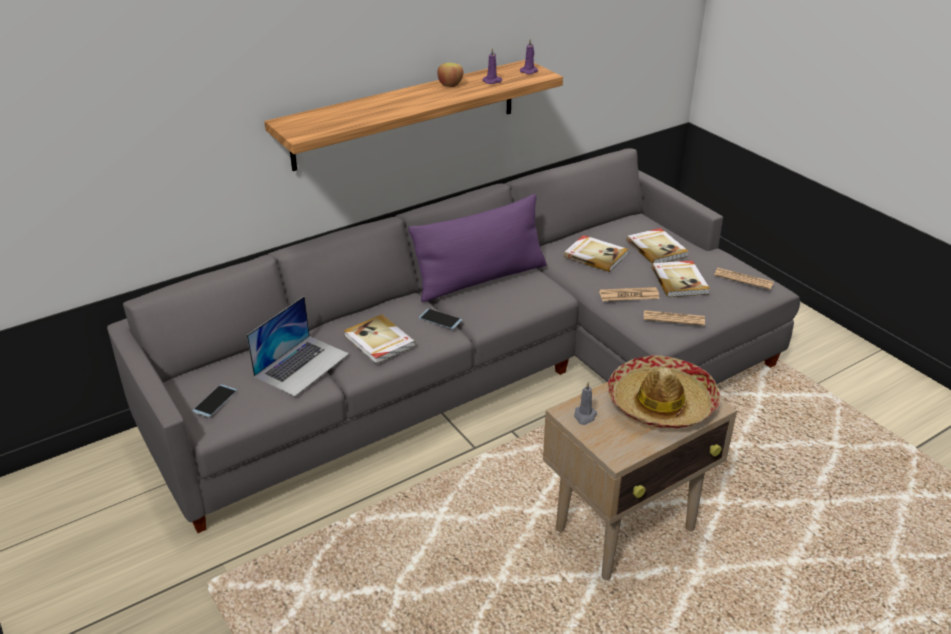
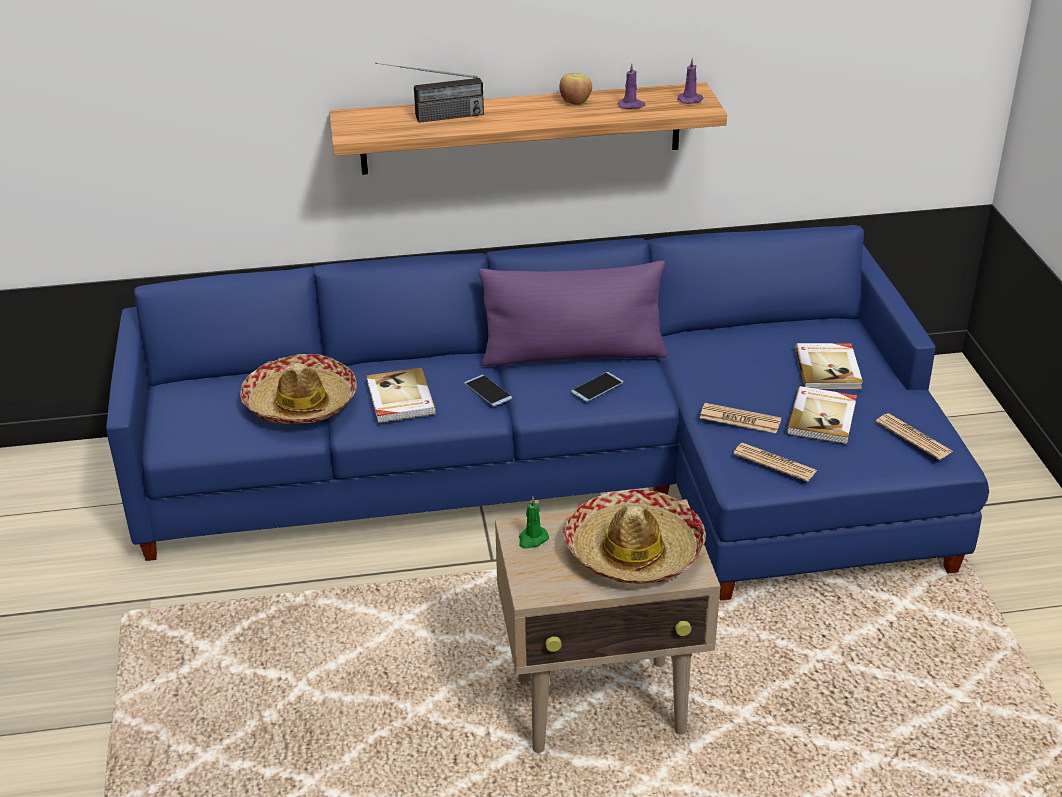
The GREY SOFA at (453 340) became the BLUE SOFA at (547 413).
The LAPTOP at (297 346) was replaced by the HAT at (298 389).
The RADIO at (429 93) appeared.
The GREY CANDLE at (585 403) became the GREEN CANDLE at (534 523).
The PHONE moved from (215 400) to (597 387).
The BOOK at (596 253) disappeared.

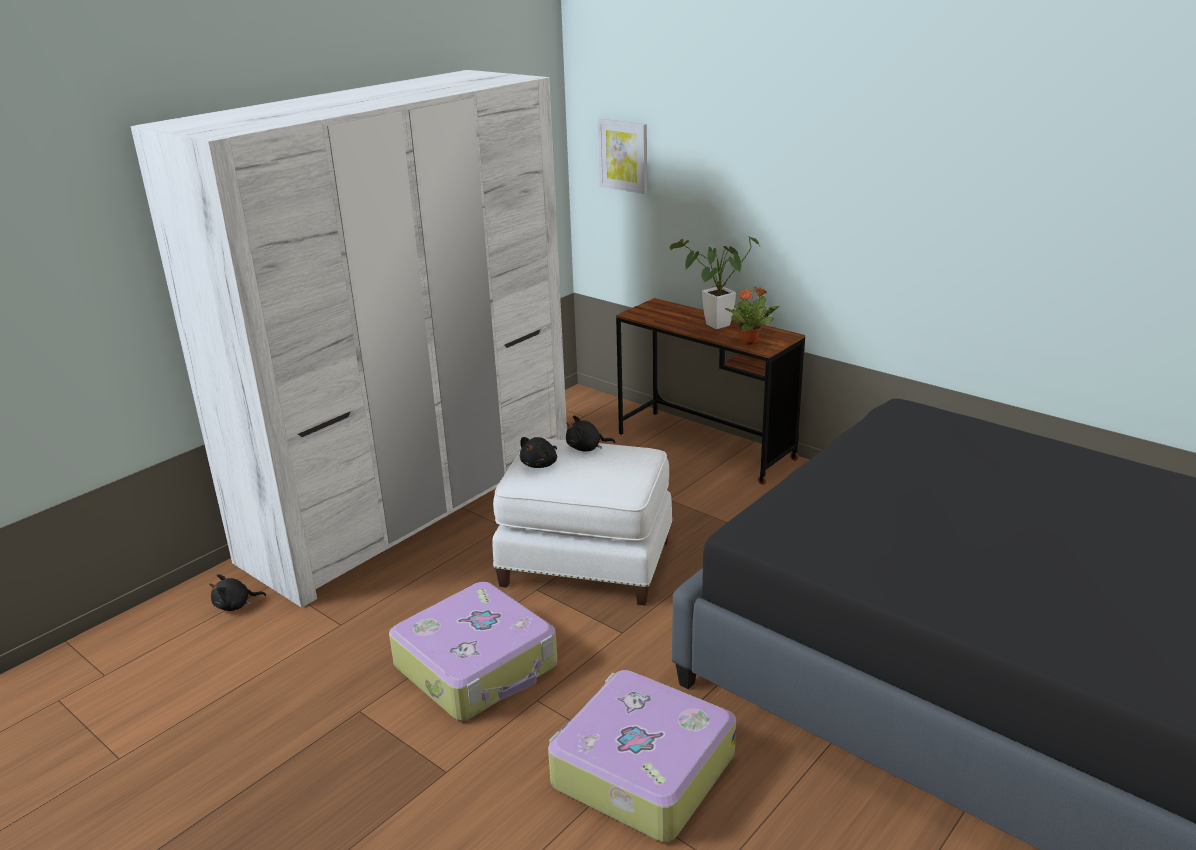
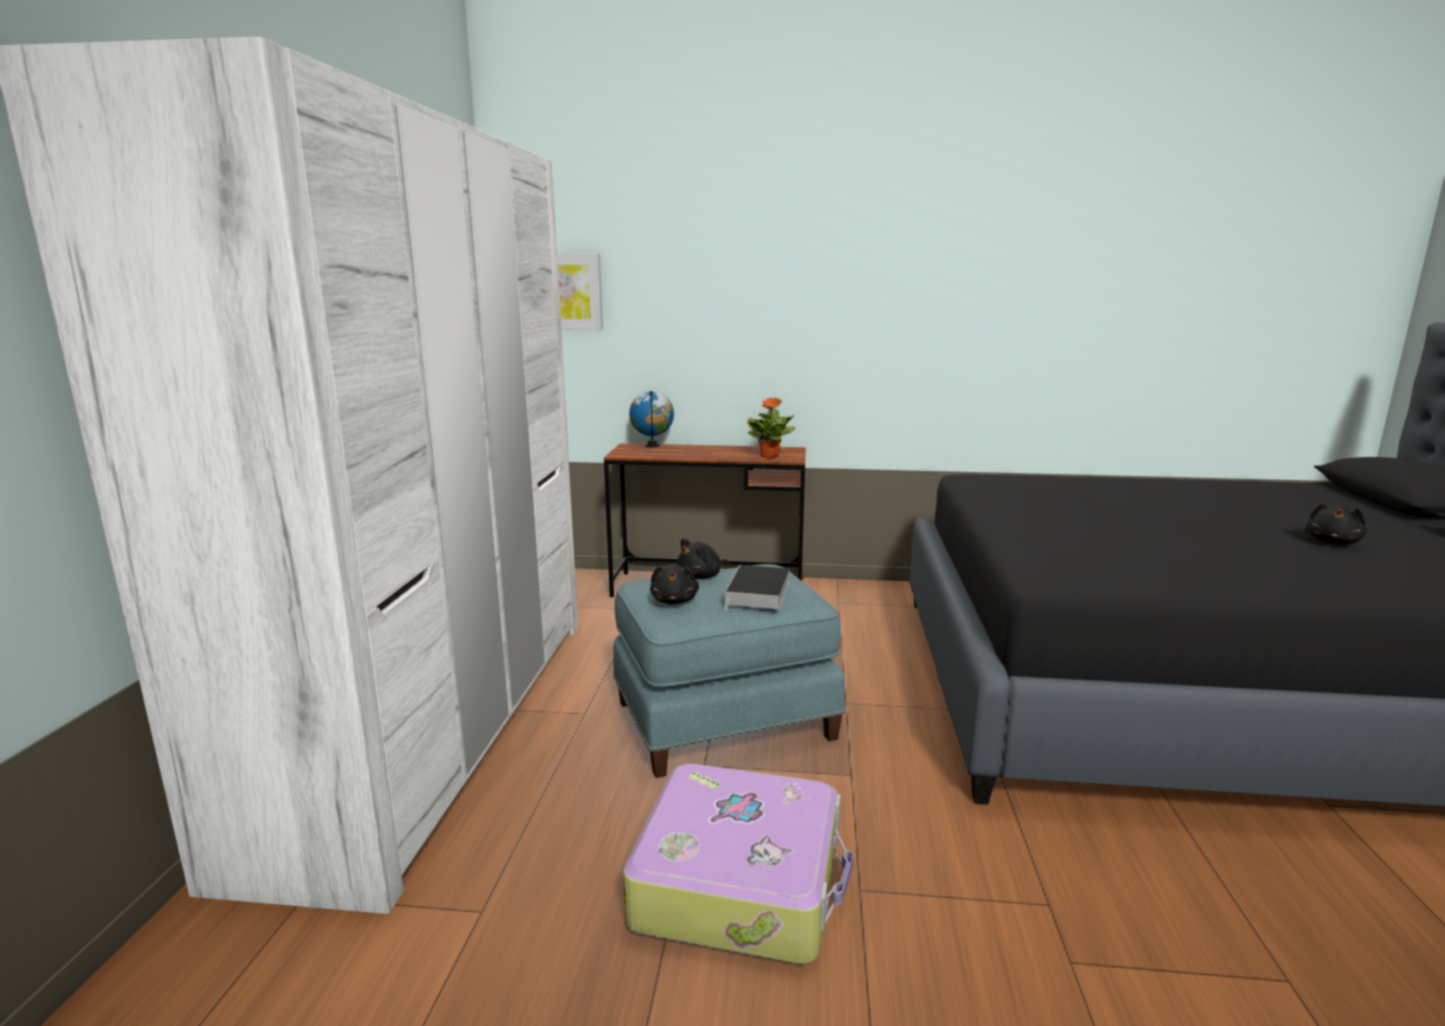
The WHITE OTTOMAN at (582 522) became the BLUE OTTOMAN at (729 671).
The GLOBE at (651 419) appeared.
The BOOK at (757 587) appeared.
The BLACK PLUSH TOY moved from (237 592) to (1336 523).
The SUITCASE at (642 756) disappeared.
The POTTED PLANT at (714 282) disappeared.

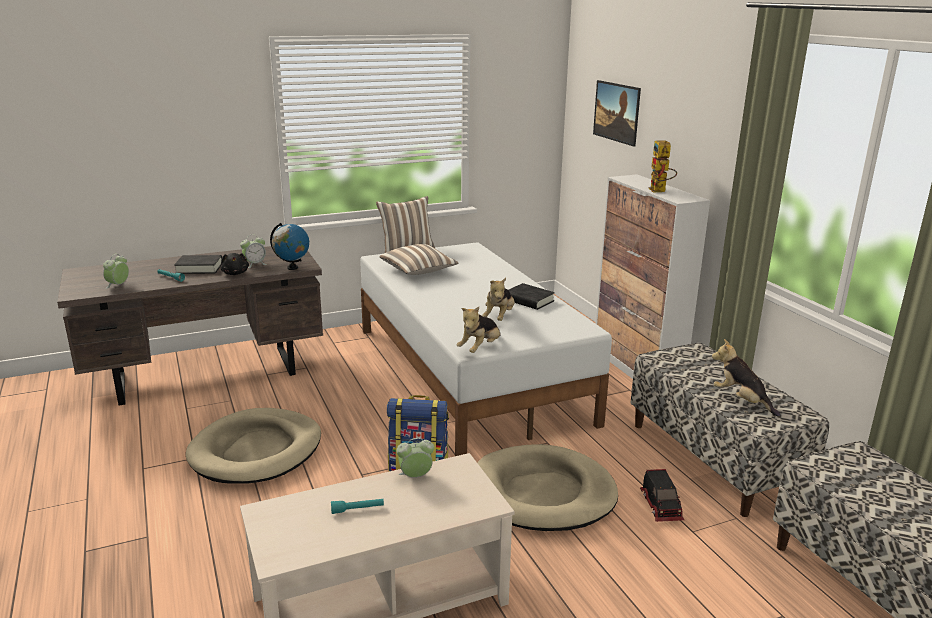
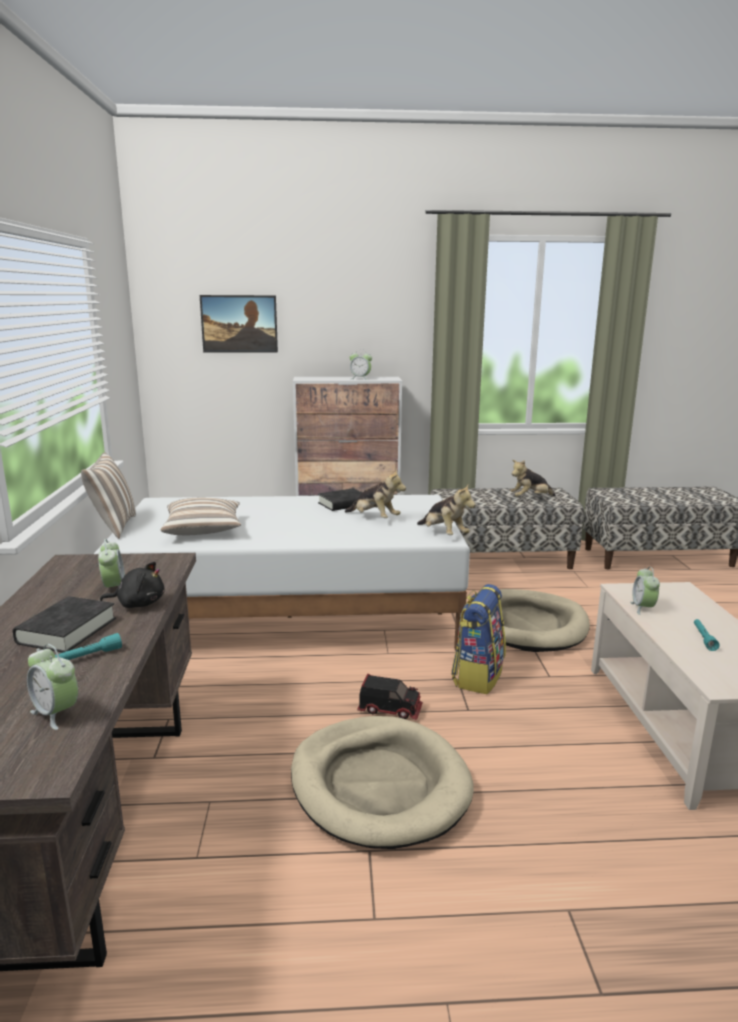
The TOY ROBOT at (663 167) was replaced by the ALARM CLOCK at (360 364).
The TOY TRUCK moved from (662 495) to (390 697).
The GLOBE at (289 246) disappeared.

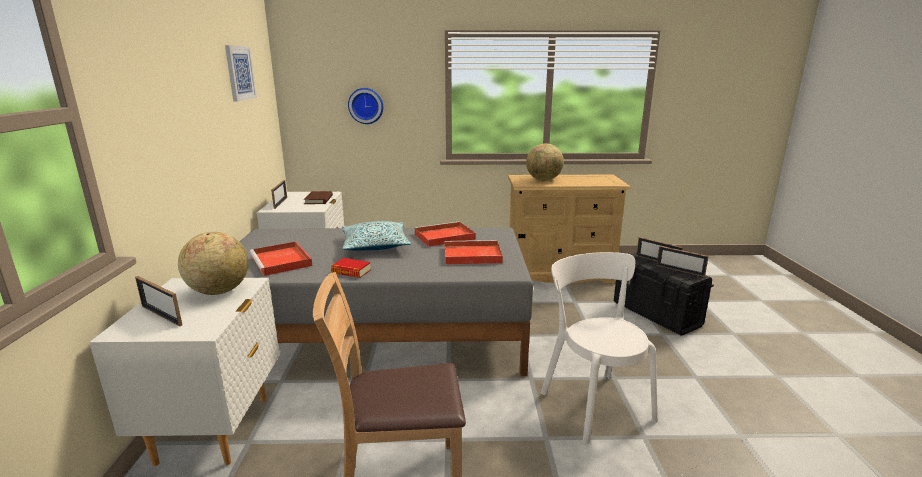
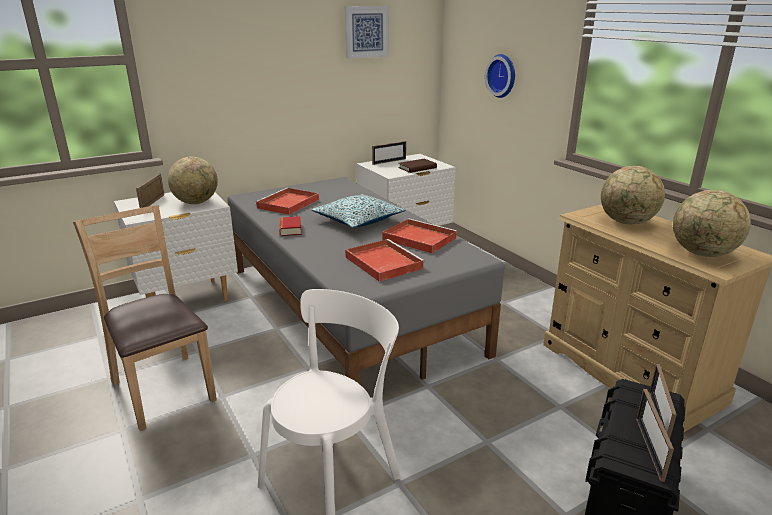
The GLOBE at (712 223) appeared.

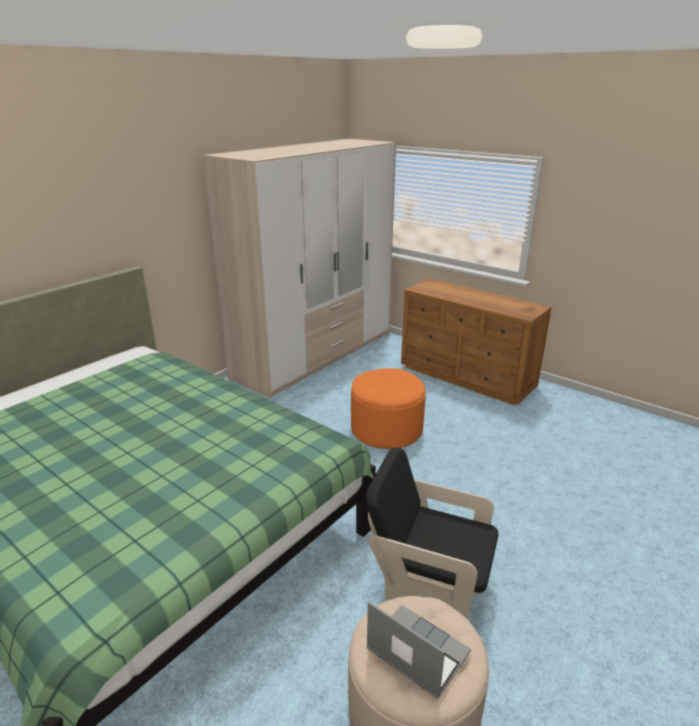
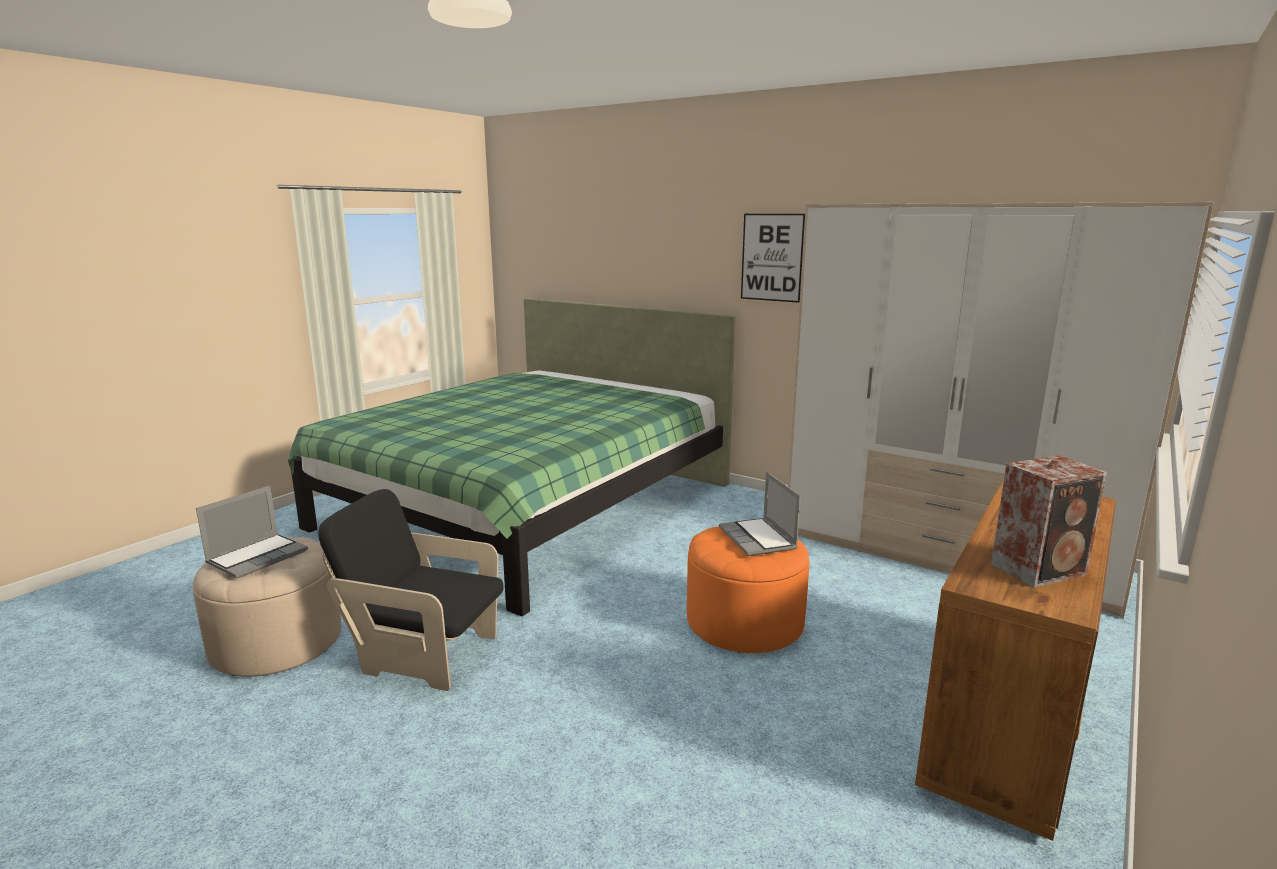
The BLACK ARMCHAIR at (432 533) turned 90 degrees counterclockwise.
The LAPTOP at (760 514) appeared.
The PICTURE at (773 258) appeared.
The SPEAKER at (1049 521) appeared.

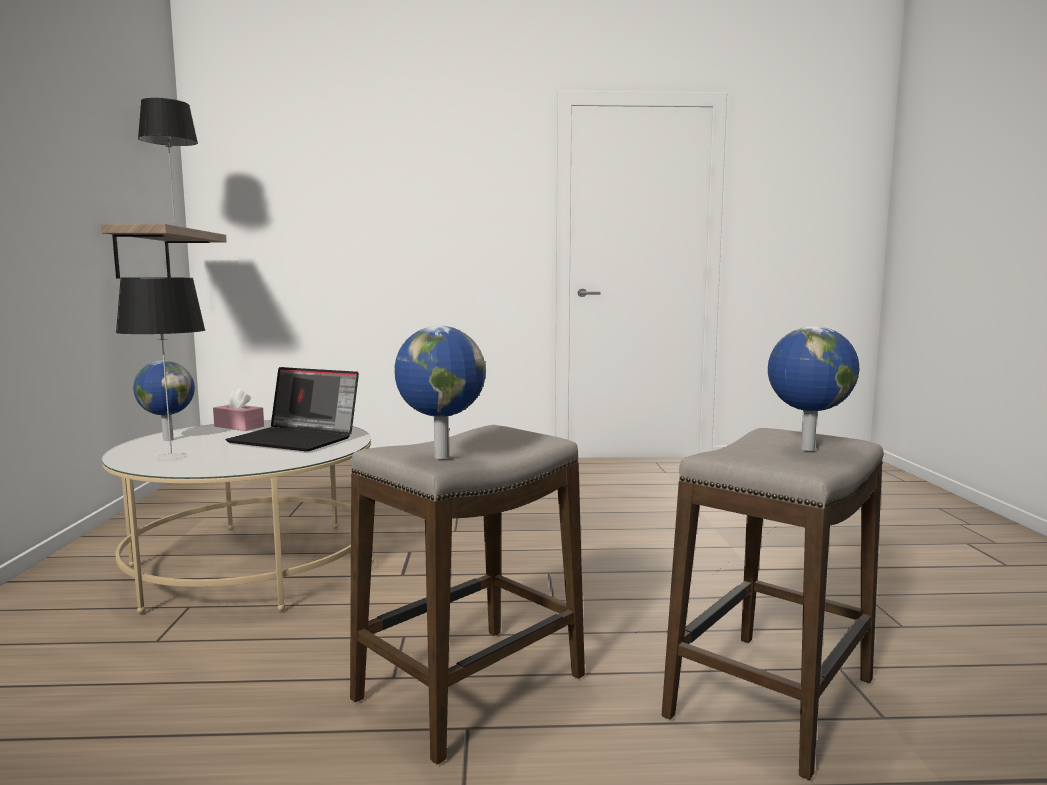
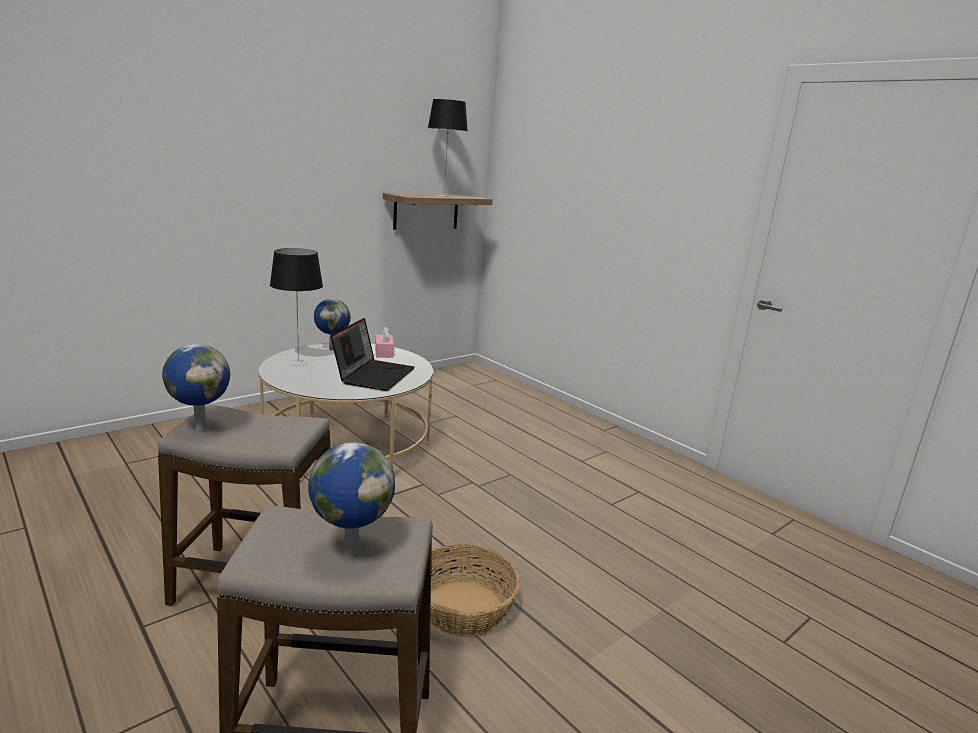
The LAPTOP at (292 409) turned 150 degrees counterclockwise.
The BASKET at (475 590) appeared.

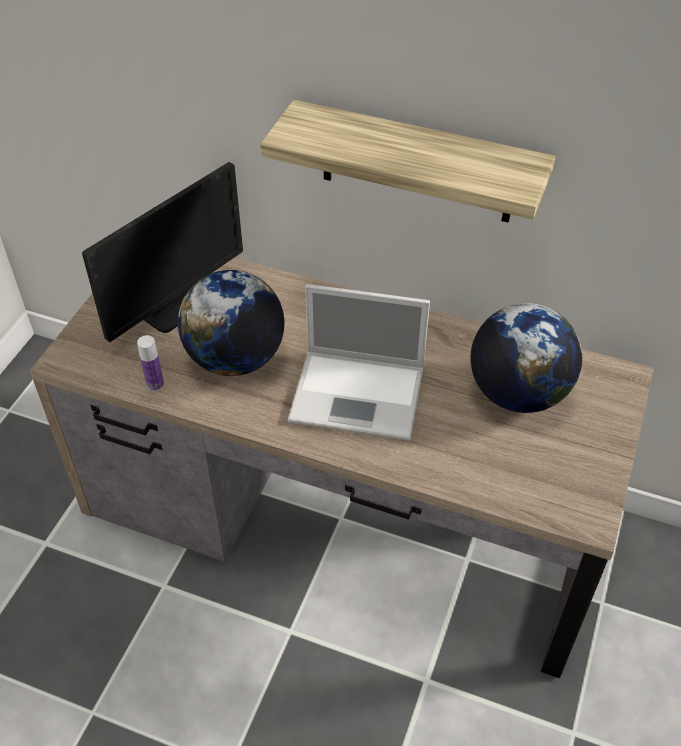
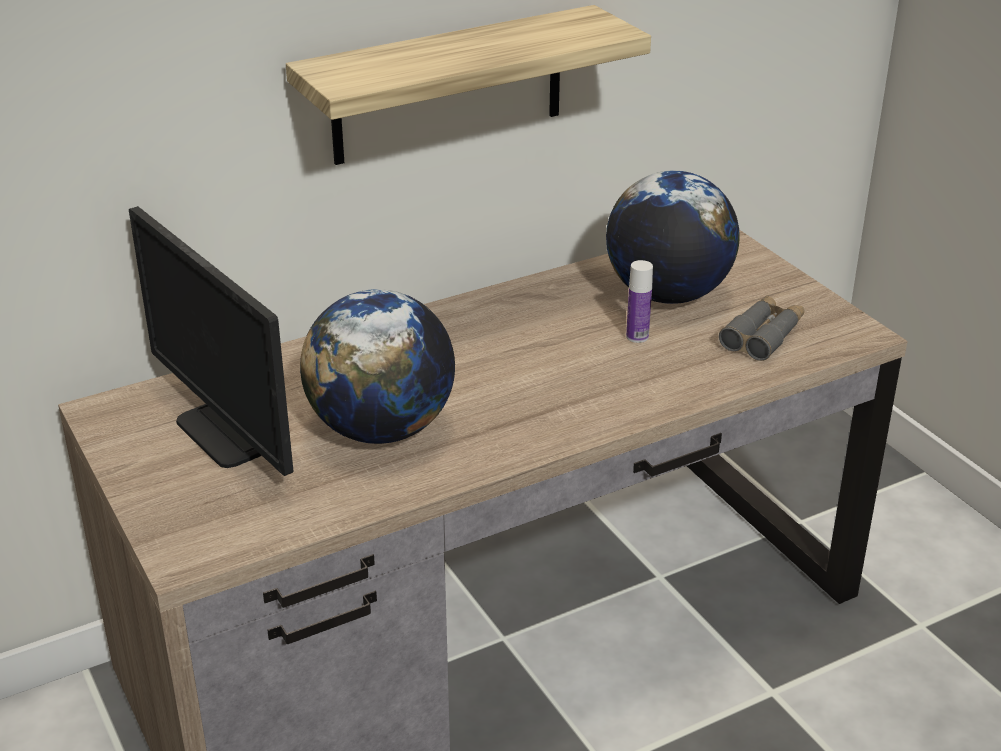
The MONITOR at (162 252) turned 150 degrees clockwise.
The BOTTLE moved from (150 363) to (639 301).
The GREY BINOCULARS at (762 328) appeared.
The LAPTOP at (359 362) disappeared.

